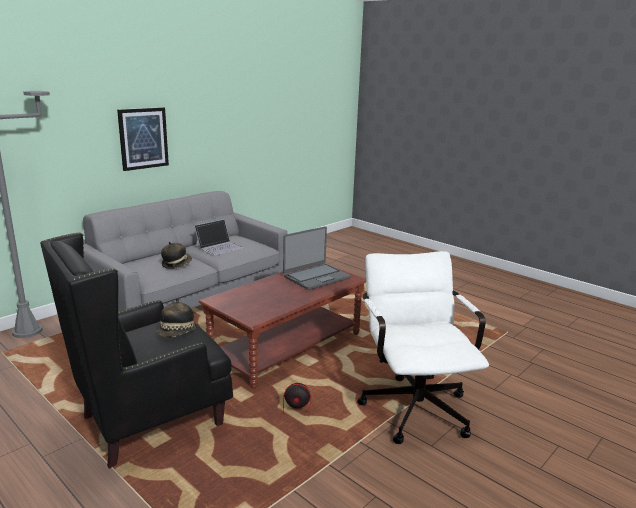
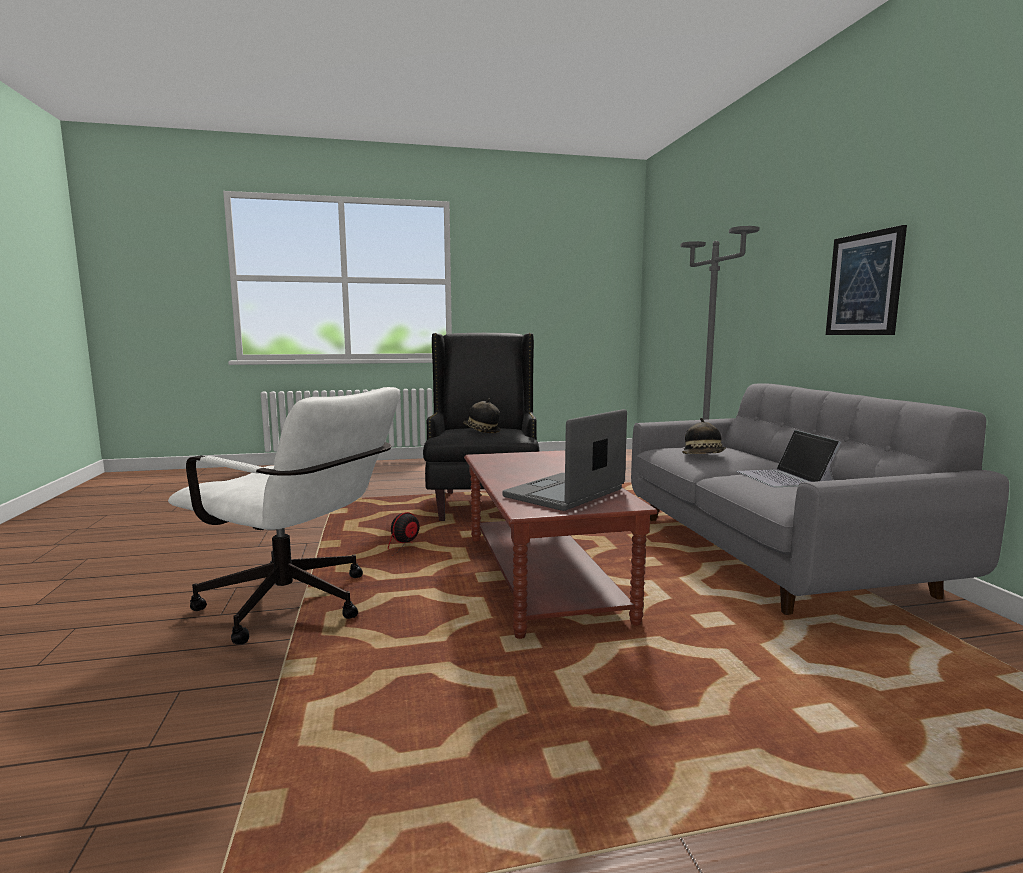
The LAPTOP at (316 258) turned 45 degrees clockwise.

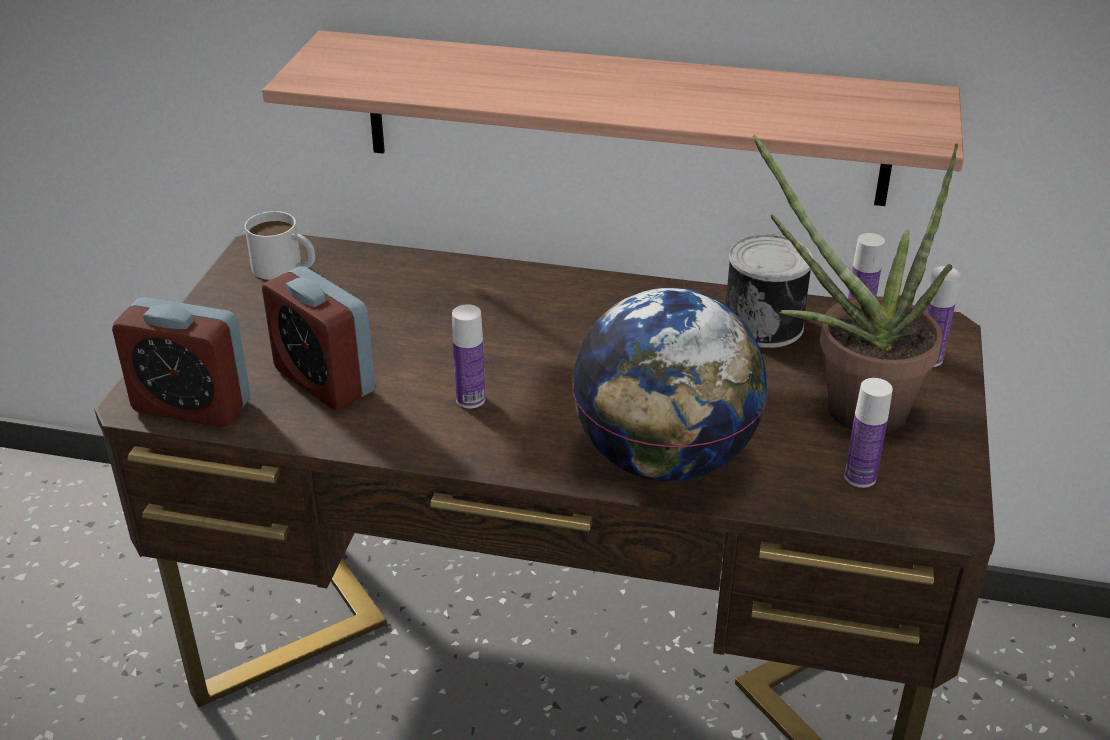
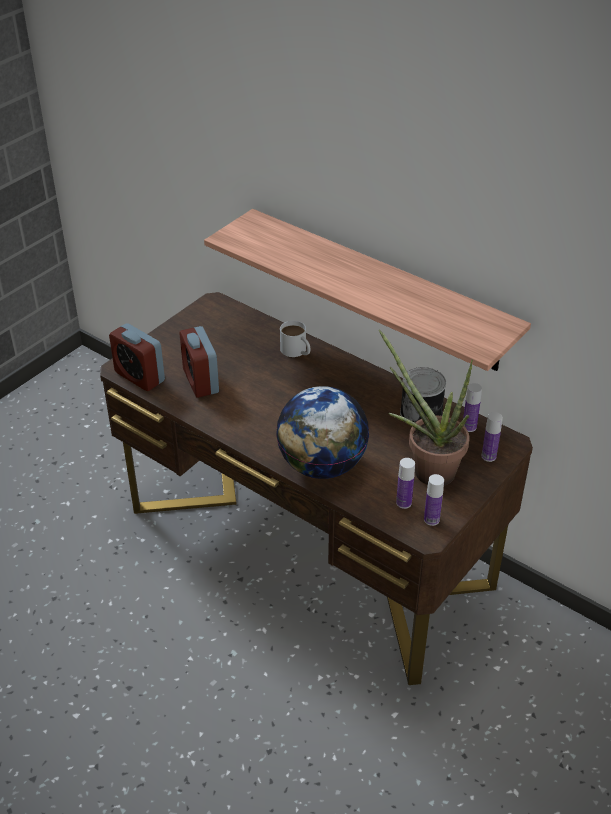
The WHITE MUG moved from (280 245) to (295 339).
The BOTTLE moved from (468 356) to (434 500).

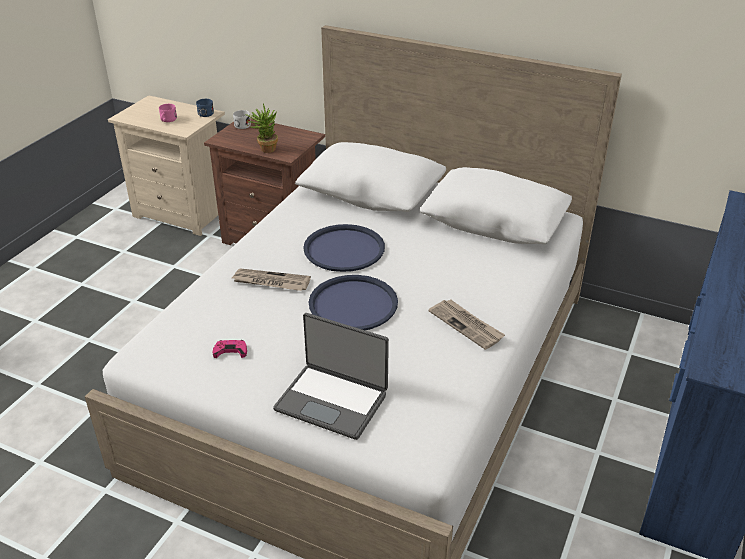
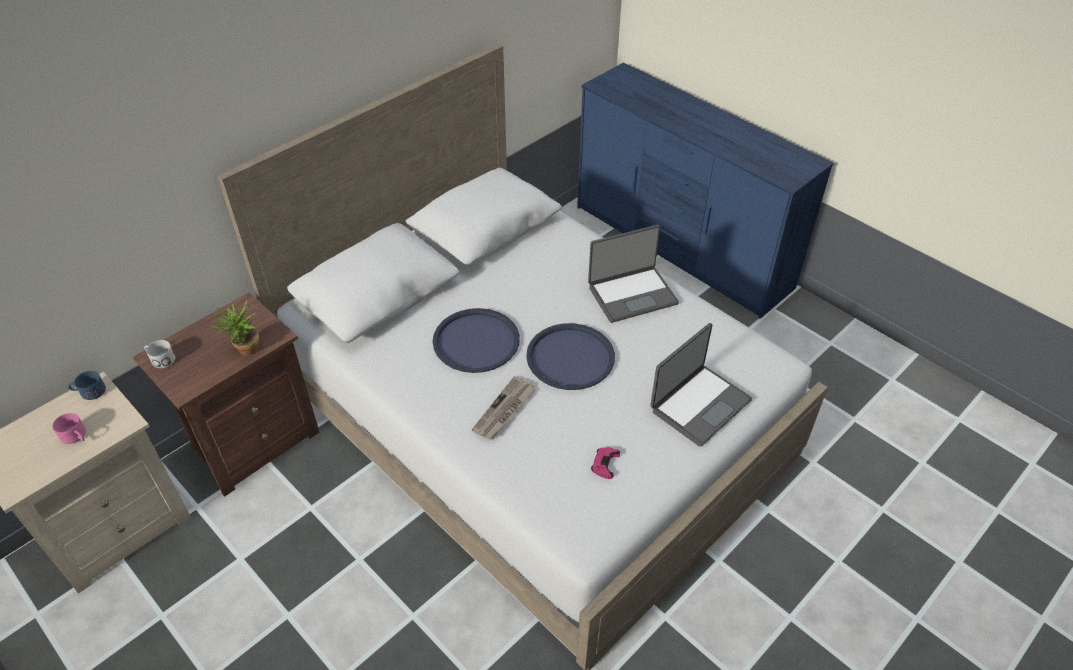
The NEWSPAPER at (467 325) was replaced by the LAPTOP at (633 274).

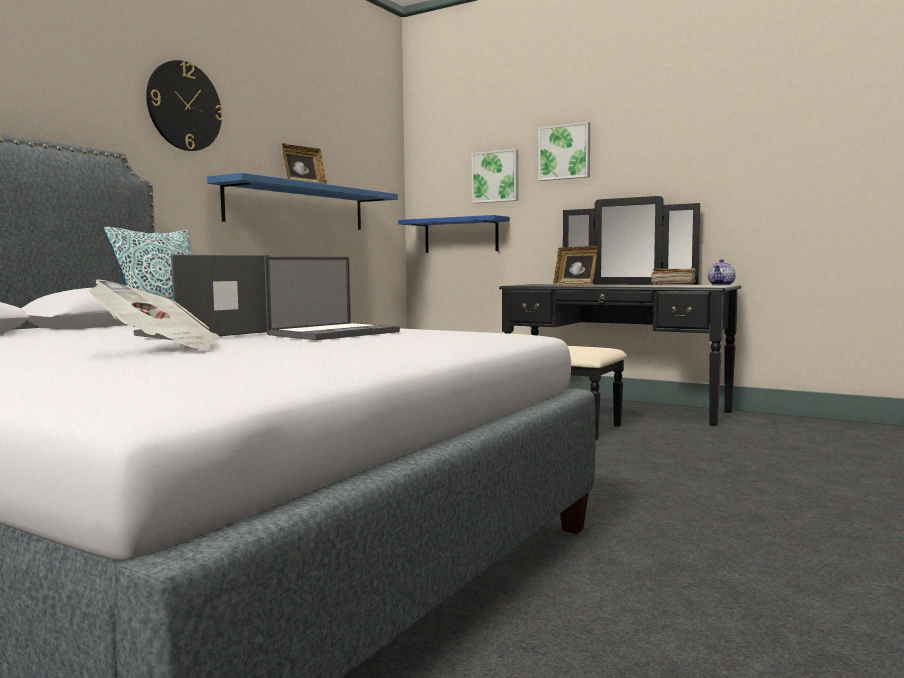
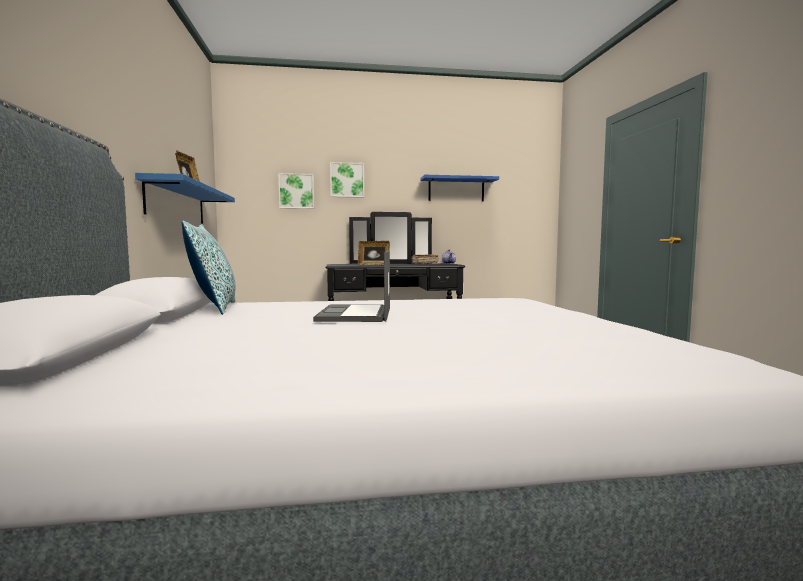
The BLUE SHELF moved from (454 234) to (459 188).
The NEWSPAPER at (154 314) disappeared.
The WALL CLOCK at (184 105) disappeared.
The LAPTOP at (332 298) disappeared.

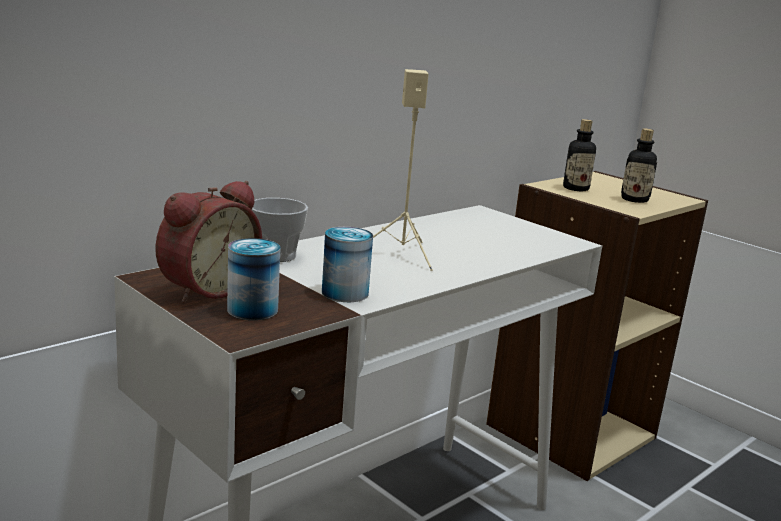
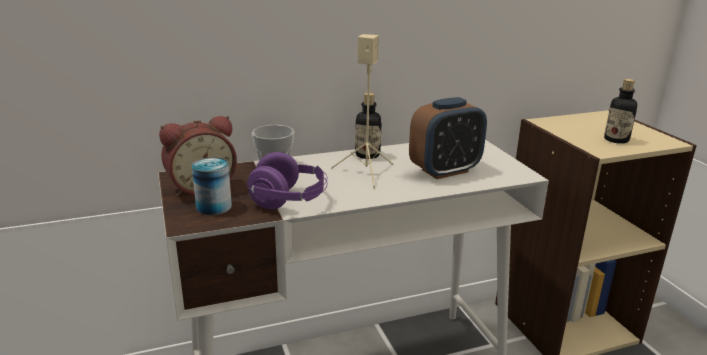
The CAN at (347 264) was replaced by the PURPLE HEADPHONES at (287 180).
The BOTTLE moved from (579 155) to (368 126).
The ALARM CLOCK at (448 138) appeared.

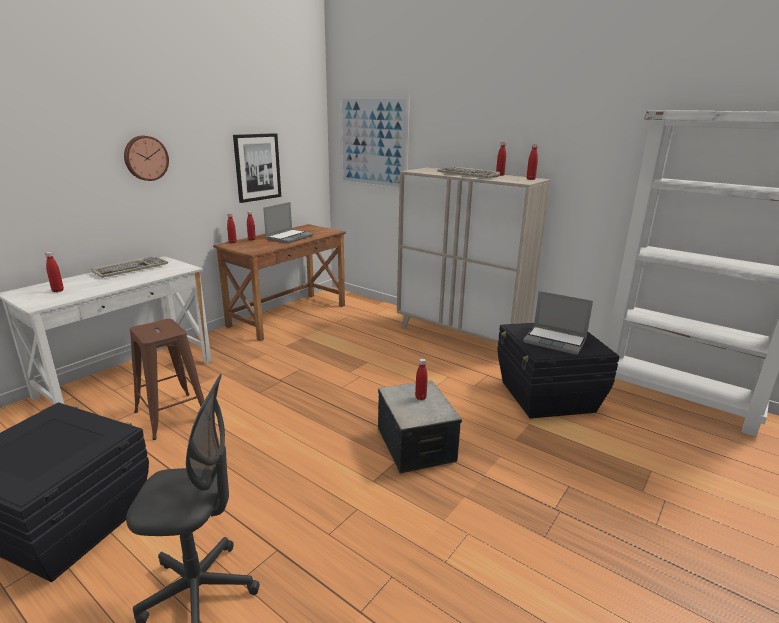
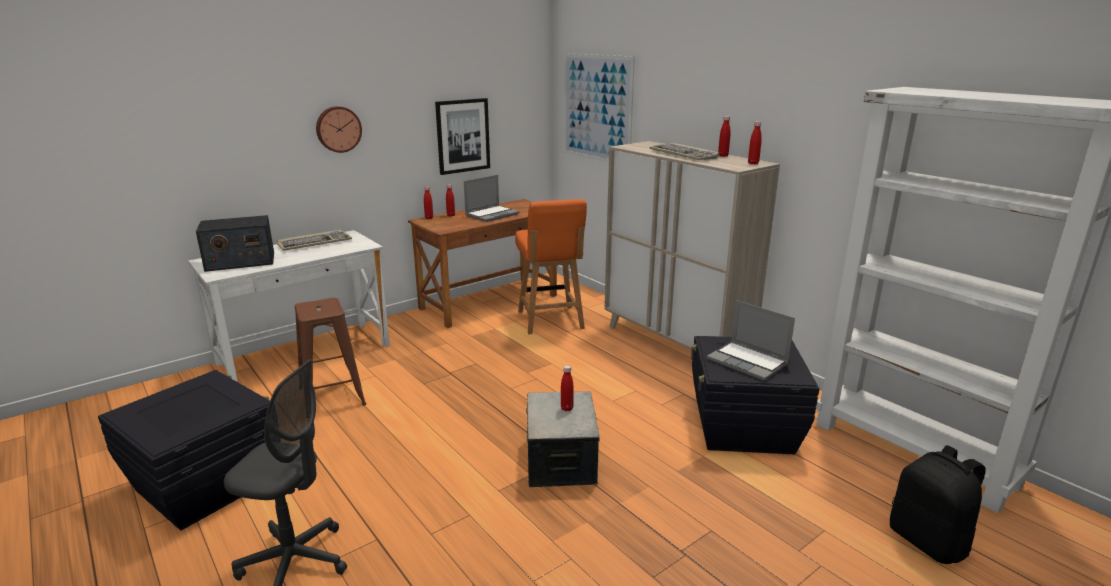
The RED BOTTLE at (54 272) was replaced by the RADIO at (235 243).
The ORANGE CHAIR at (551 266) appeared.
The BLACK BACKPACK at (938 504) appeared.

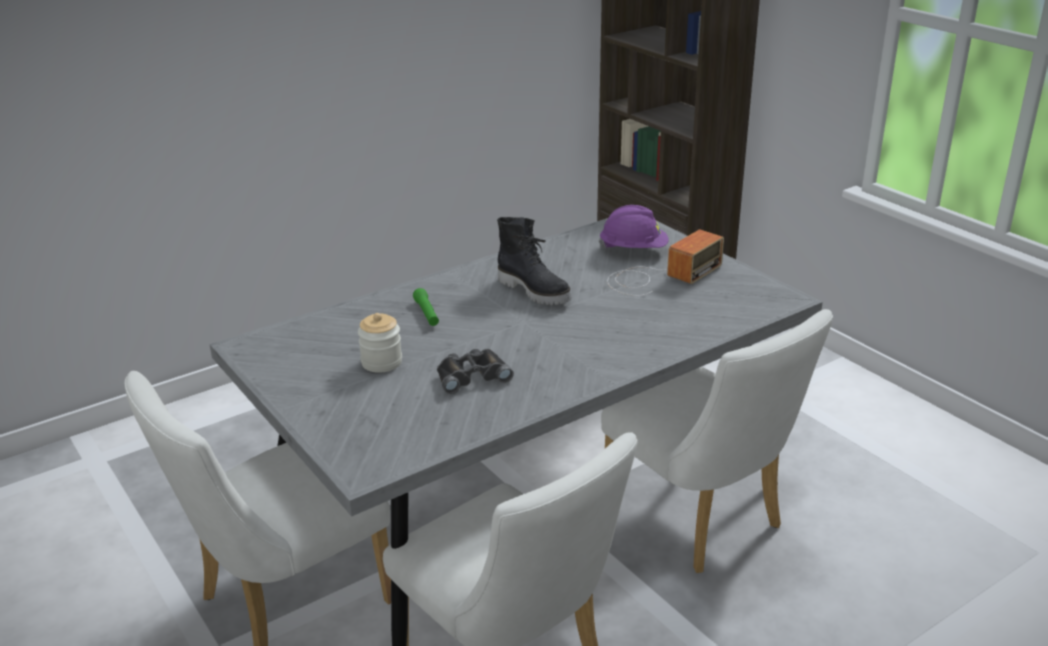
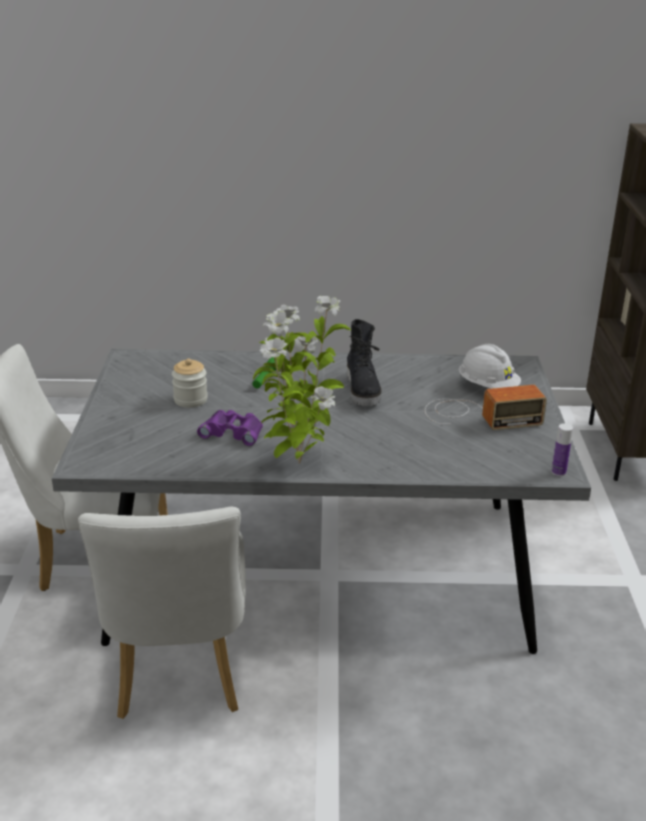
The BLACK BINOCULARS at (475 371) became the PURPLE BINOCULARS at (230 428).
The POTTED PLANT at (302 380) appeared.
The PURPLE HARD HAT at (633 226) became the WHITE HARD HAT at (490 366).
The BOTTLE at (562 449) appeared.
The WHITE CHAIR at (717 441) disappeared.

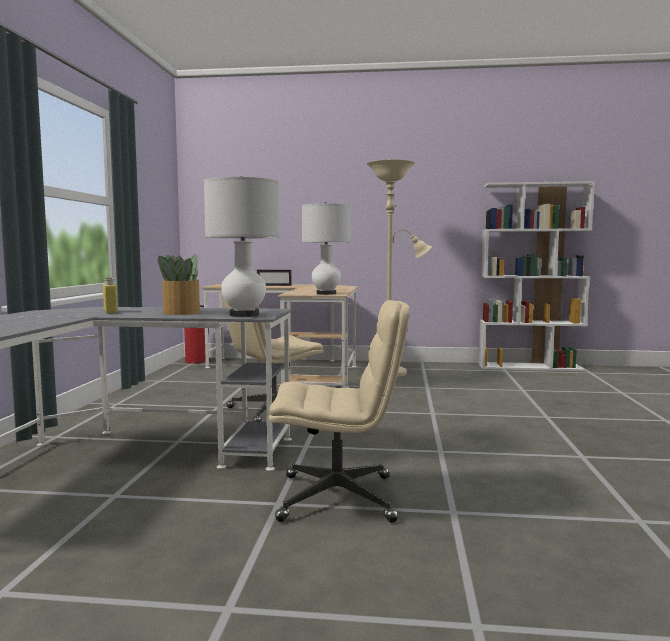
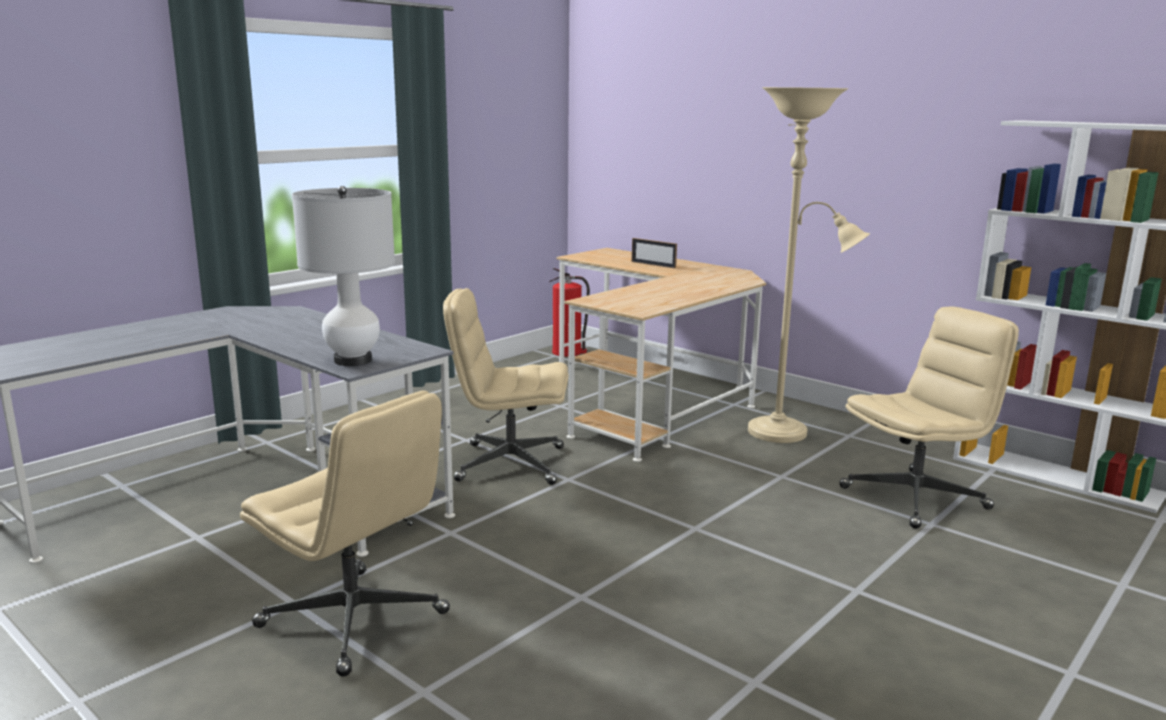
The BEIGE OFFICE CHAIR at (929 418) appeared.
The YELLOW BOTTLE at (110 295) disappeared.
The POTTED PLANT at (178 284) disappeared.
The WHITE TABLE LAMP at (326 248) disappeared.

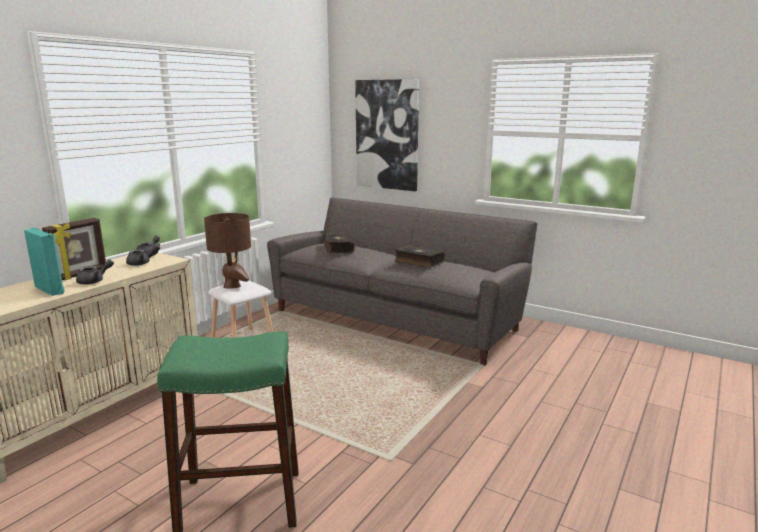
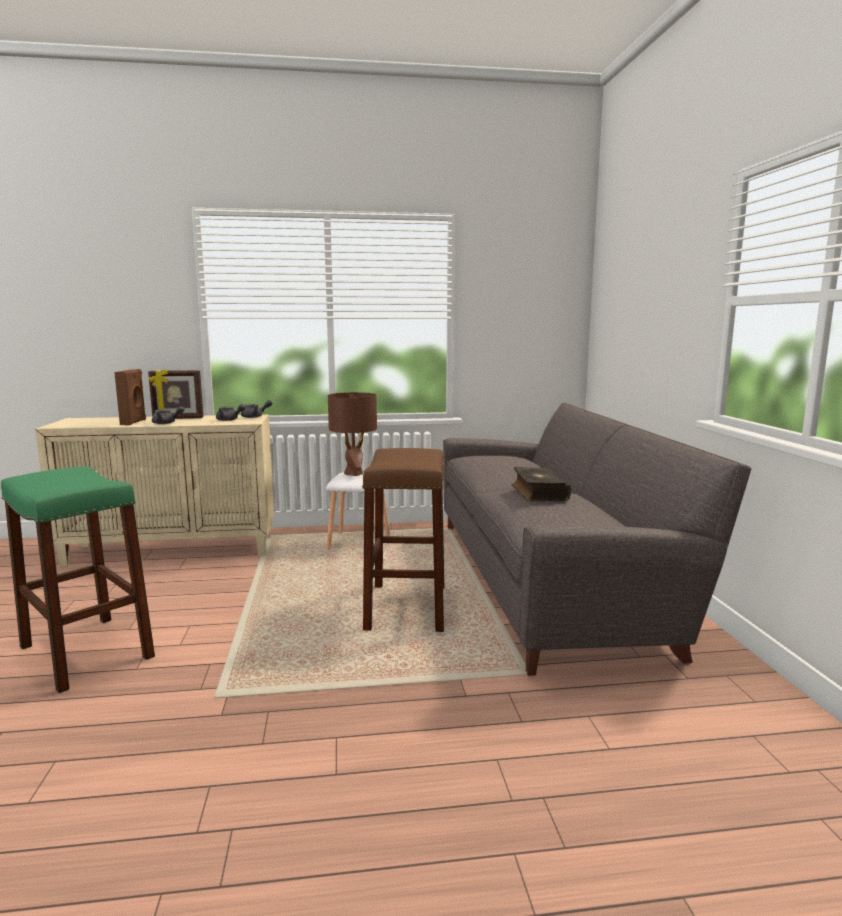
The TURQUOISE SPEAKER at (44 262) became the BROWN SPEAKER at (130 397).
The BROWN STOOL at (403 540) appeared.
The BOOK at (339 243) disappeared.
The PICTURE at (387 135) disappeared.

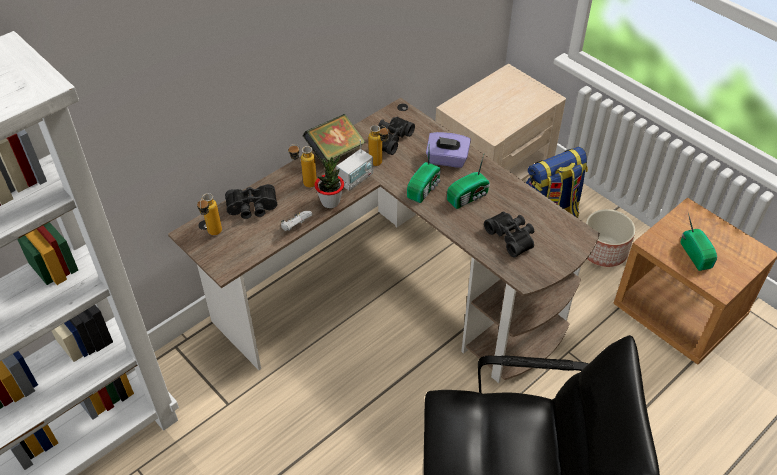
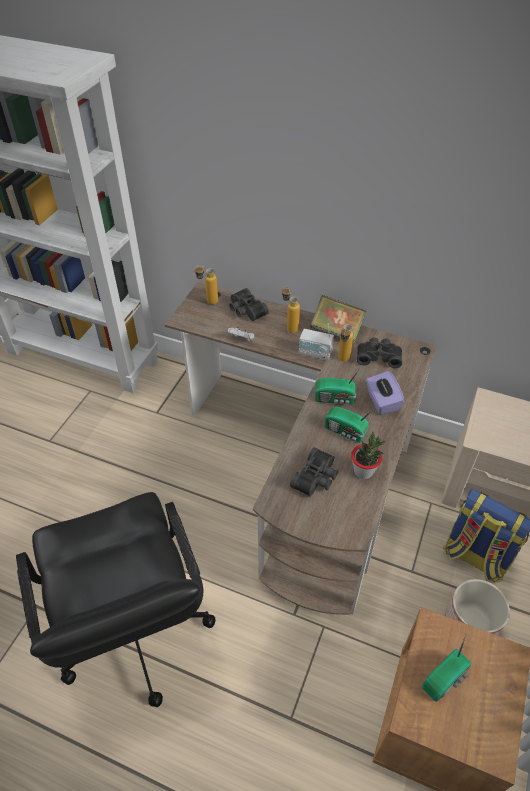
The POTTED PLANT moved from (329 181) to (368 455).

